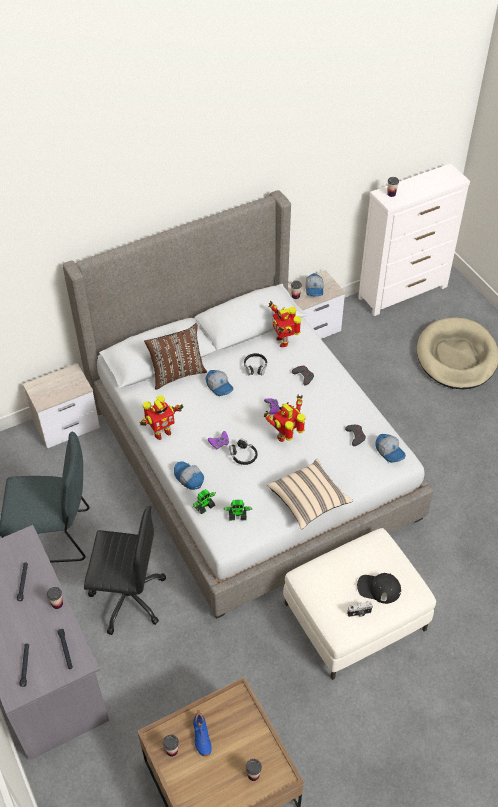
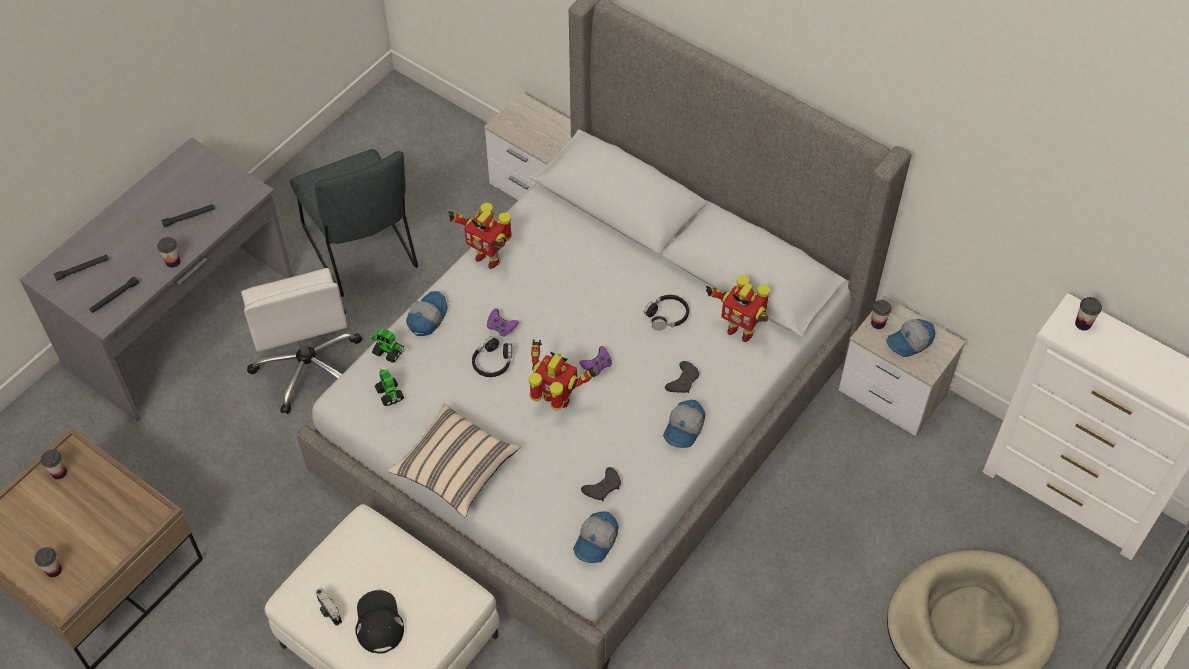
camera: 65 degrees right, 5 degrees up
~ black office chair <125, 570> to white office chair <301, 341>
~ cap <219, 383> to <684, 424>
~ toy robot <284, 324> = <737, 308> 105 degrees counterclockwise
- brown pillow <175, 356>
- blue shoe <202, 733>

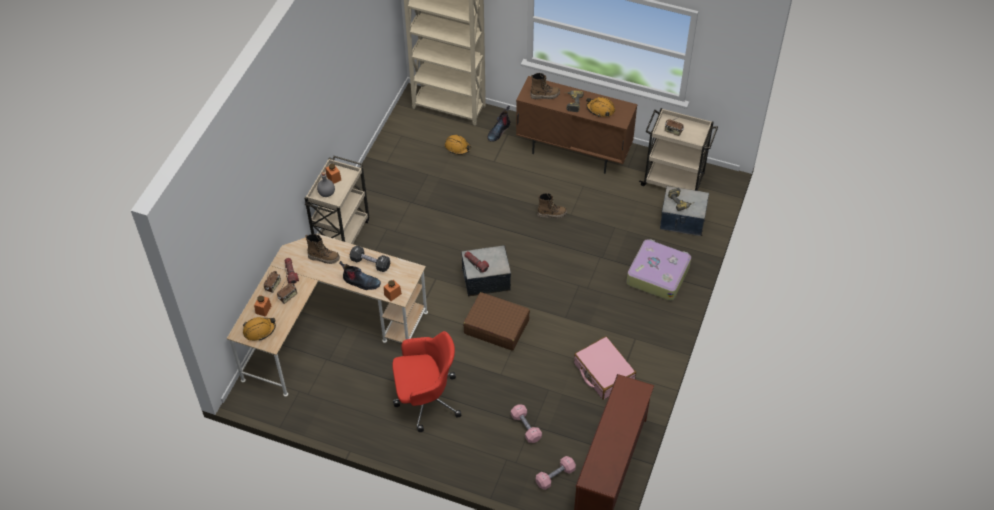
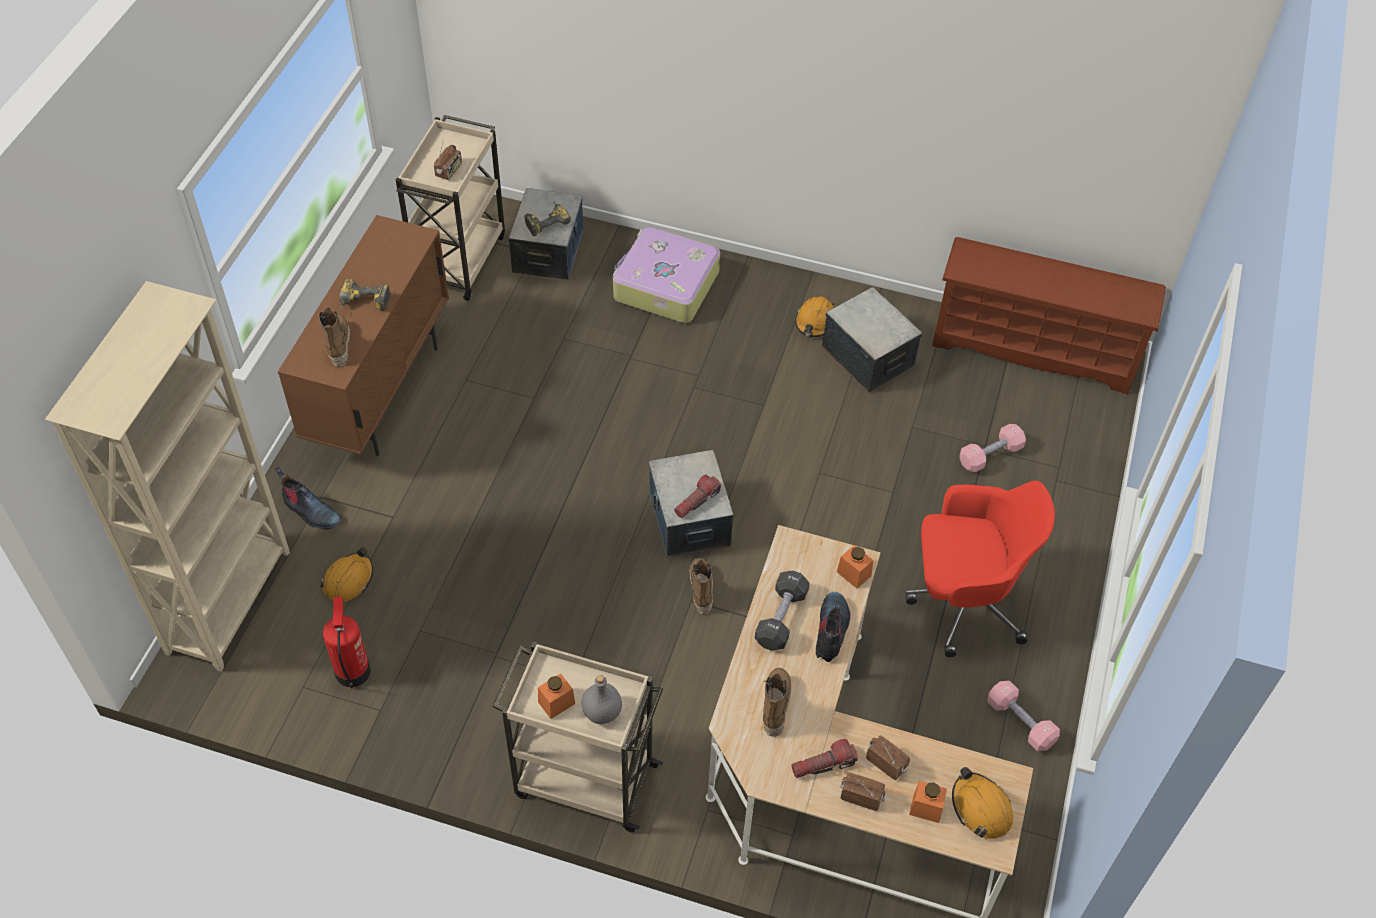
camera: 95 degrees left, 0 degrees up
+ fire extinguisher <347, 642>
~ boot <552, 205> to <701, 586>
~ orange hard hat <600, 107> to <815, 316>
~ pink suitcase <605, 368> to storage box <872, 340>
~ red office chair <426, 381> = <980, 568> 105 degrees clockwise
~ pink dumbbell <556, 473> to <1023, 716>
- brown suitcase <496, 321>

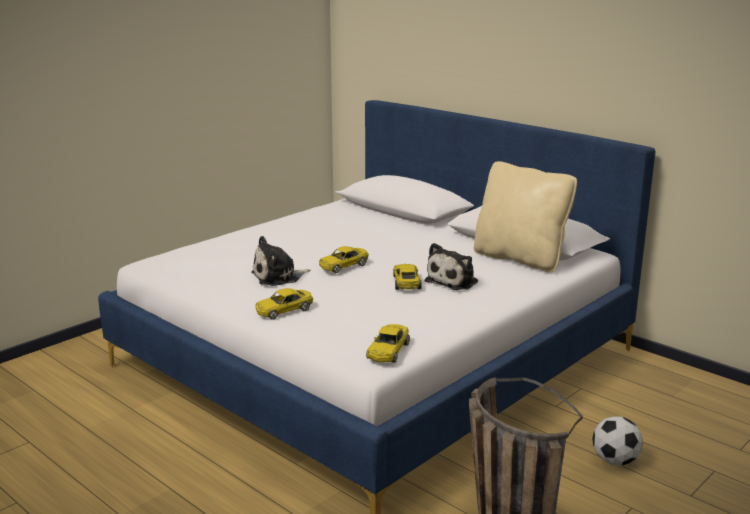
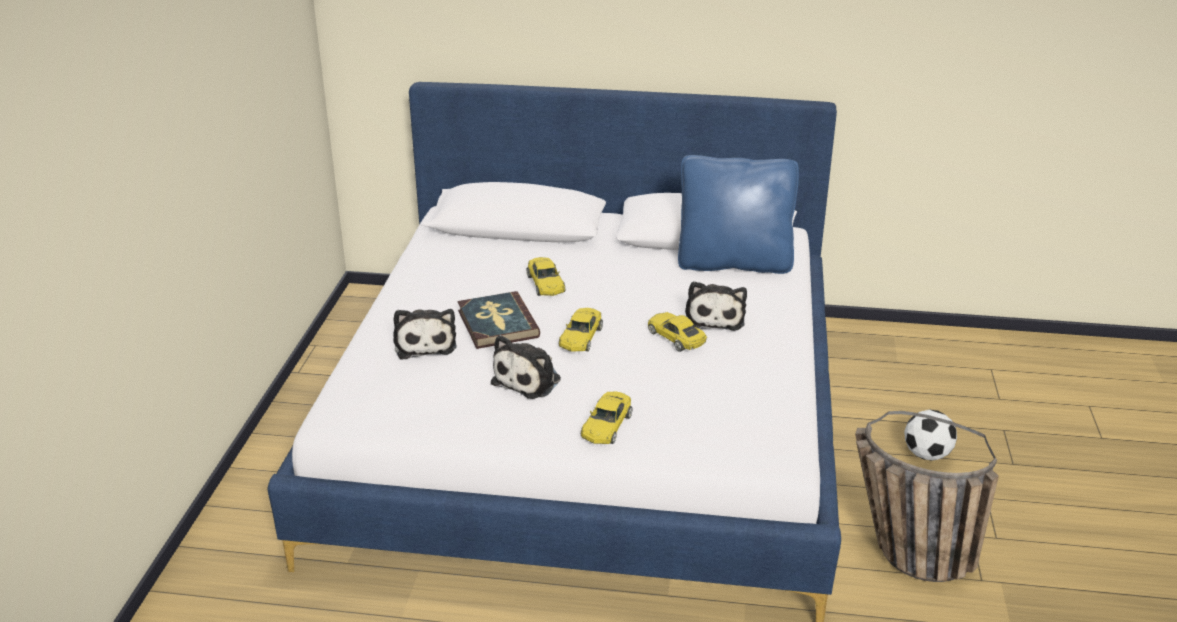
camera: 35 degrees left, 10 degrees up
+ plush toy <425, 334>
+ book <499, 320>
~ yellow toy car <388, 343> to <546, 276>
~ beige pillow <525, 216> to blue pillow <738, 214>

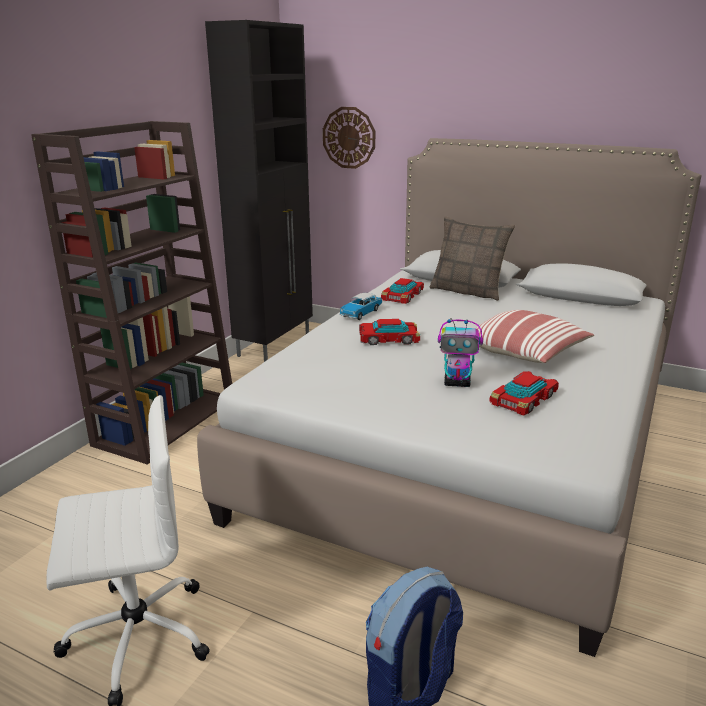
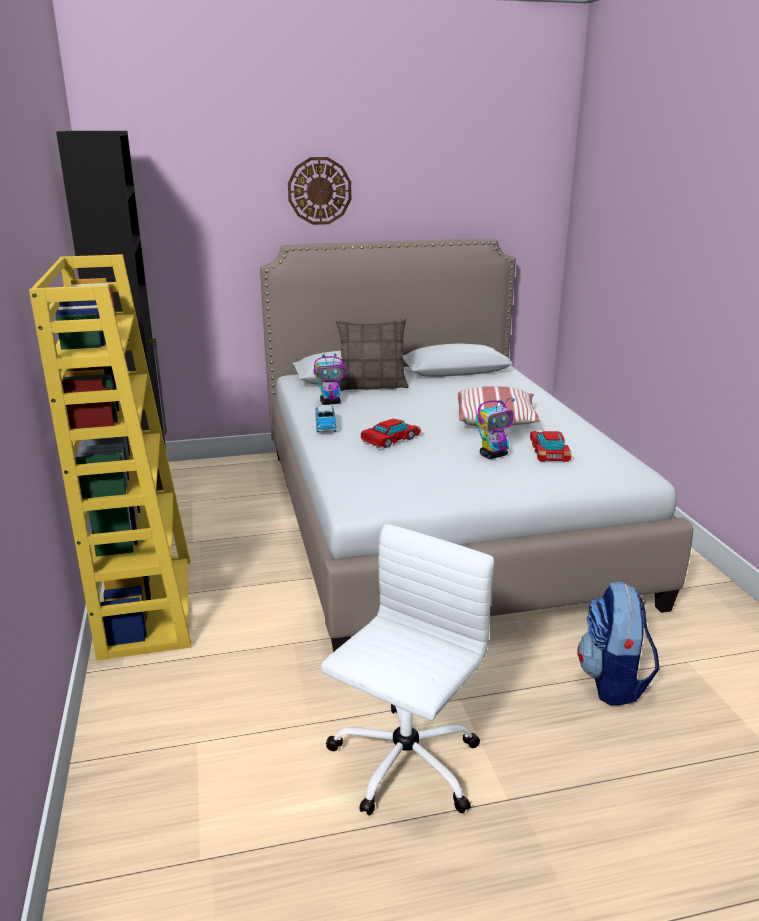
camera: 40 degrees left, 0 degrees up
~ brown bookcase <131, 293> to yellow bookcase <110, 457>
~ wall clock <349, 138> to <320, 191>
~ toy car <402, 291> to toy robot <330, 379>

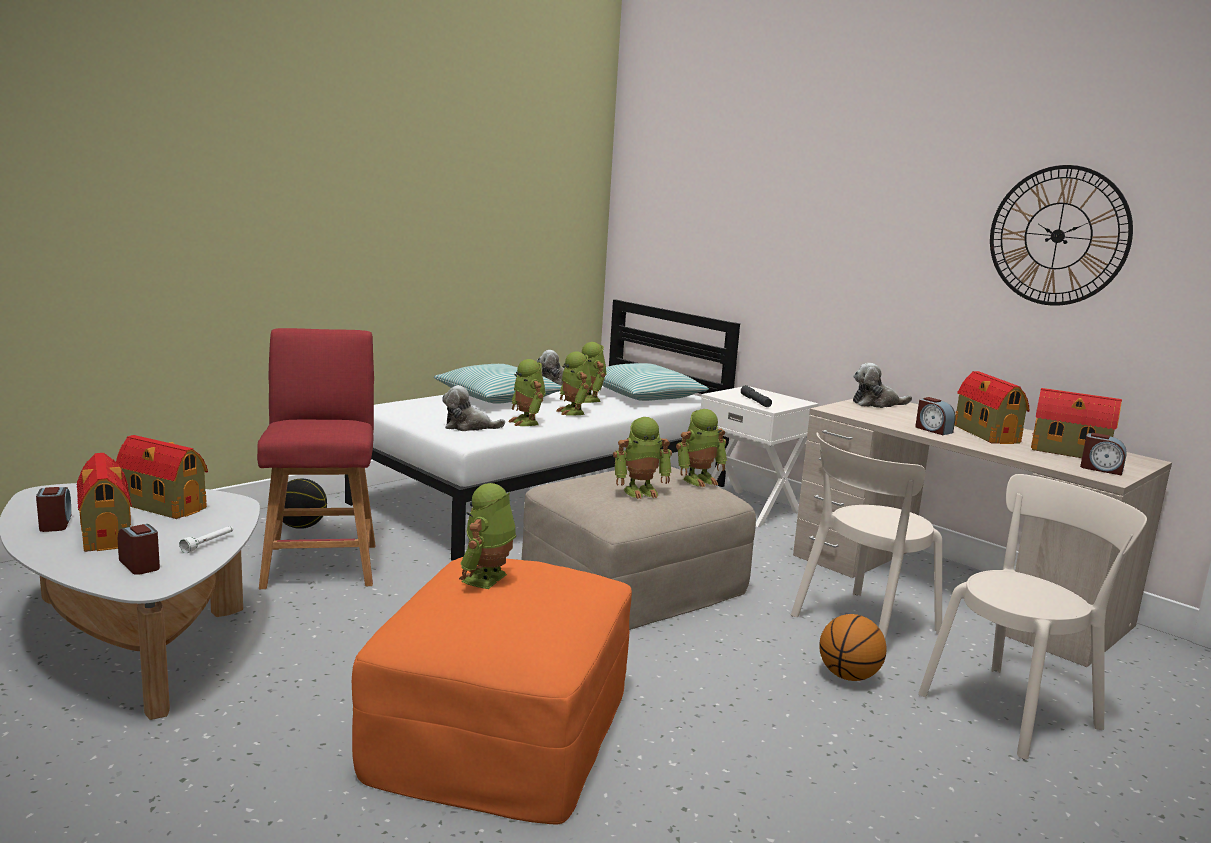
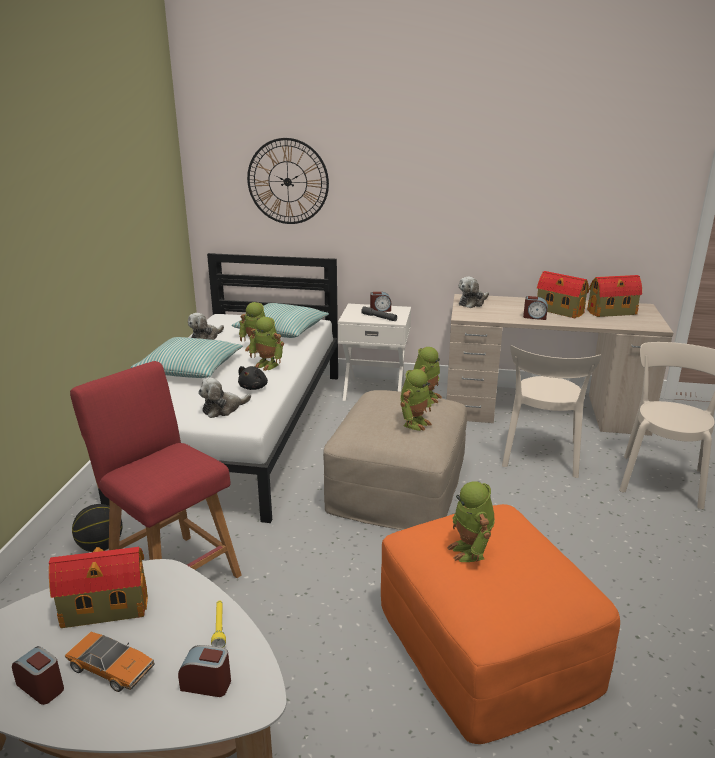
camera: 35 degrees left, 10 degrees up
~ toy house <104, 502> to toy car <110, 662>
~ white flashlight <206, 539> to yellow flashlight <218, 624>
~ toy robot <526, 392> to black plush toy <253, 378>
~ wall clock <1061, 235> to <288, 181>
~ alarm clock <1103, 454> to <380, 302>
- basketball <853, 647>

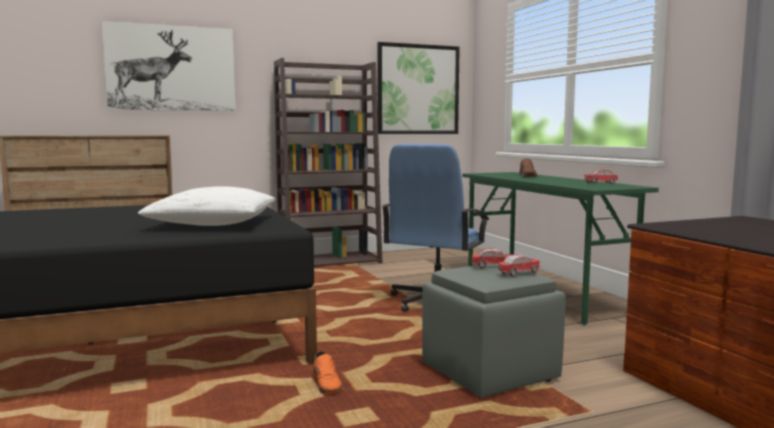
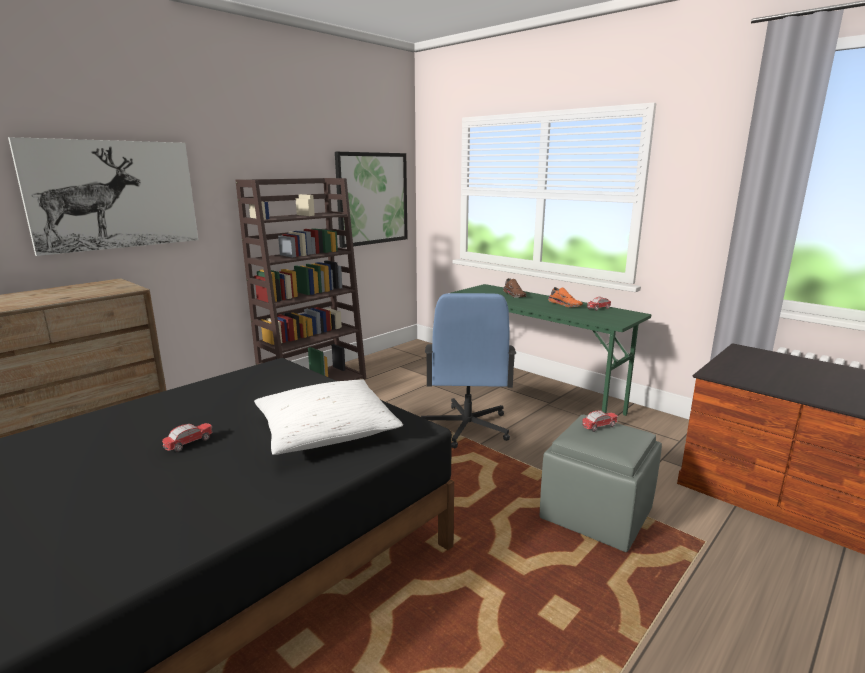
camera: 25 degrees left, 10 degrees up
~ toy car <519, 265> to <187, 437>
~ orange shoe <328, 372> to <565, 297>

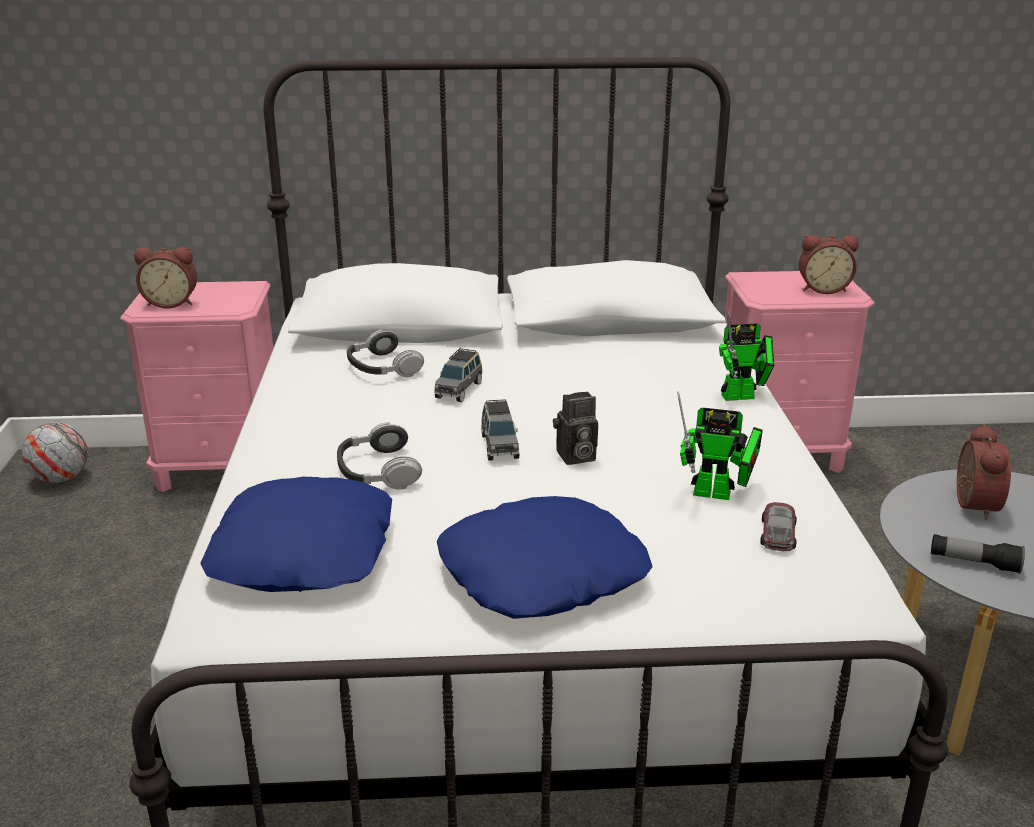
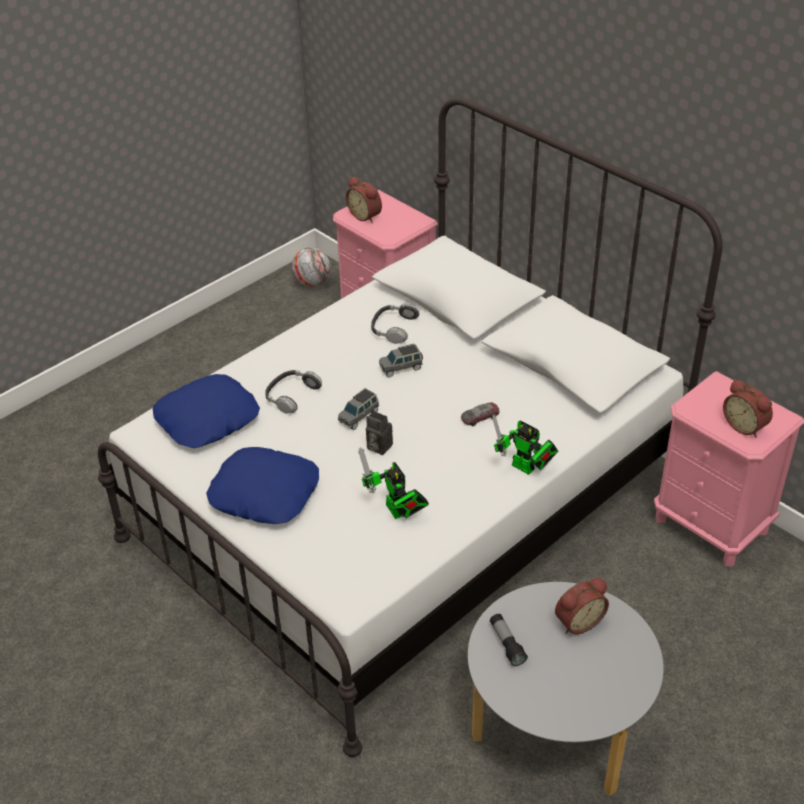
camera: 50 degrees right, 15 degrees up
~ toy car <778, 526> to <480, 414>

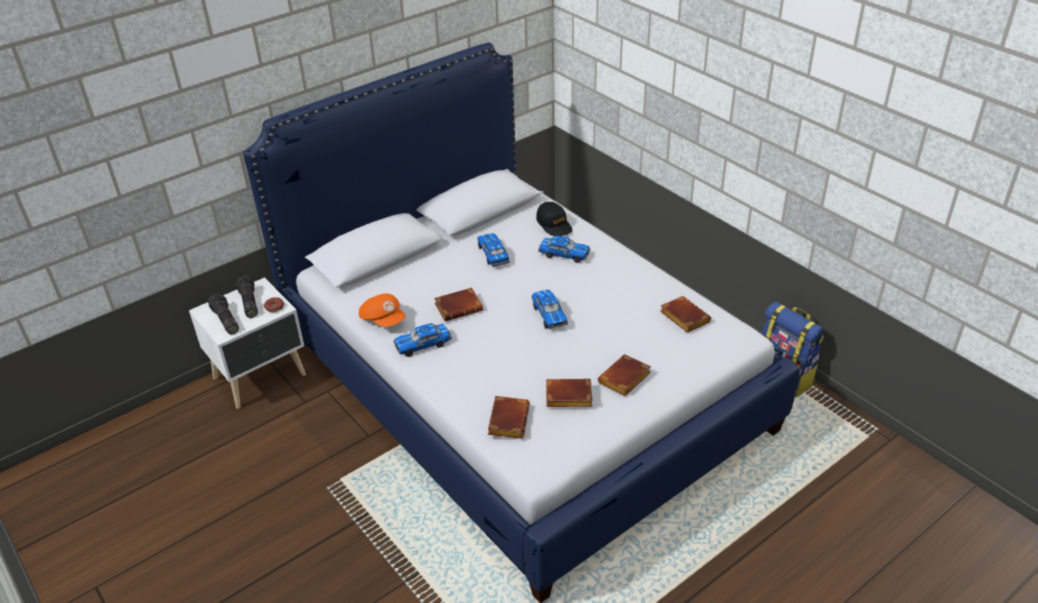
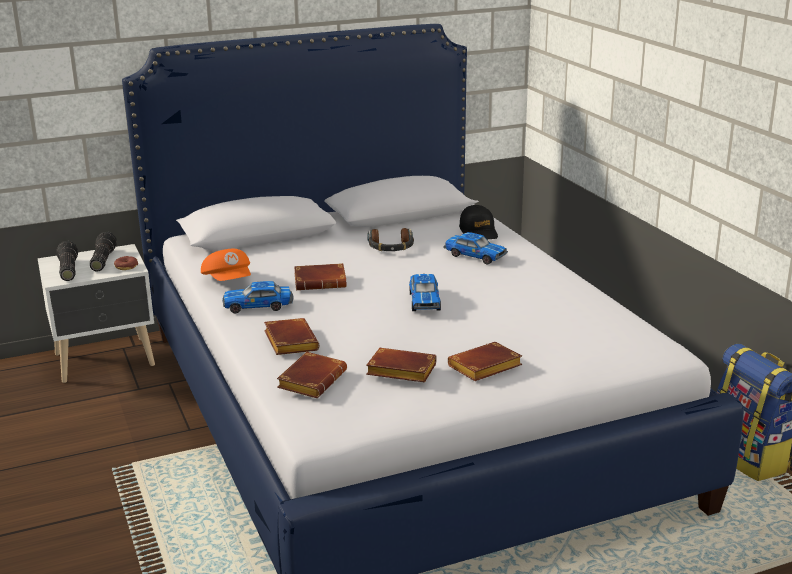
camera: 15 degrees right, 15 degrees down
~ brown book <685, 314> to <291, 336>
~ toy car <493, 250> to headphones <390, 239>

